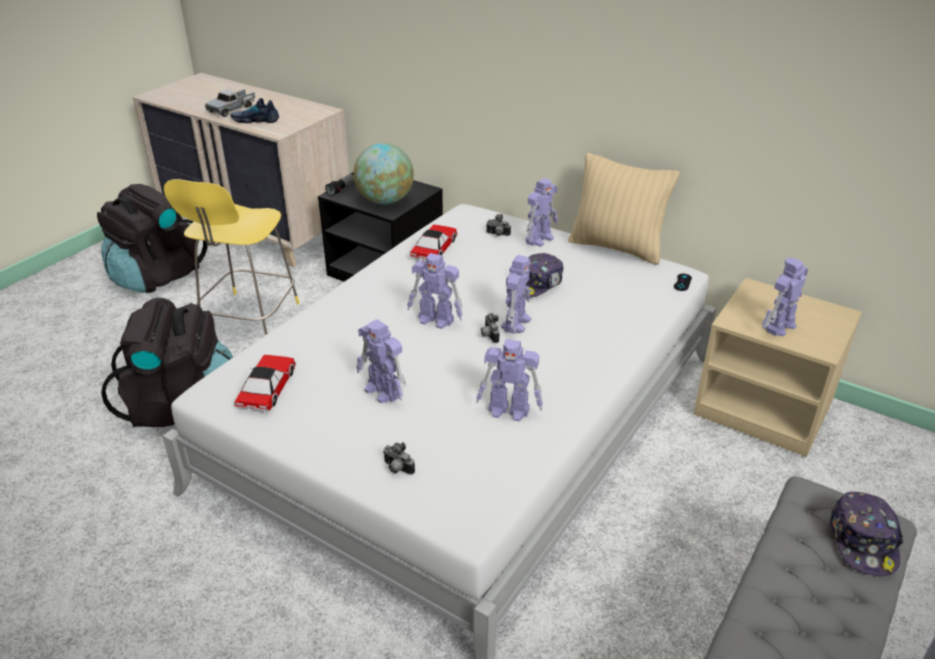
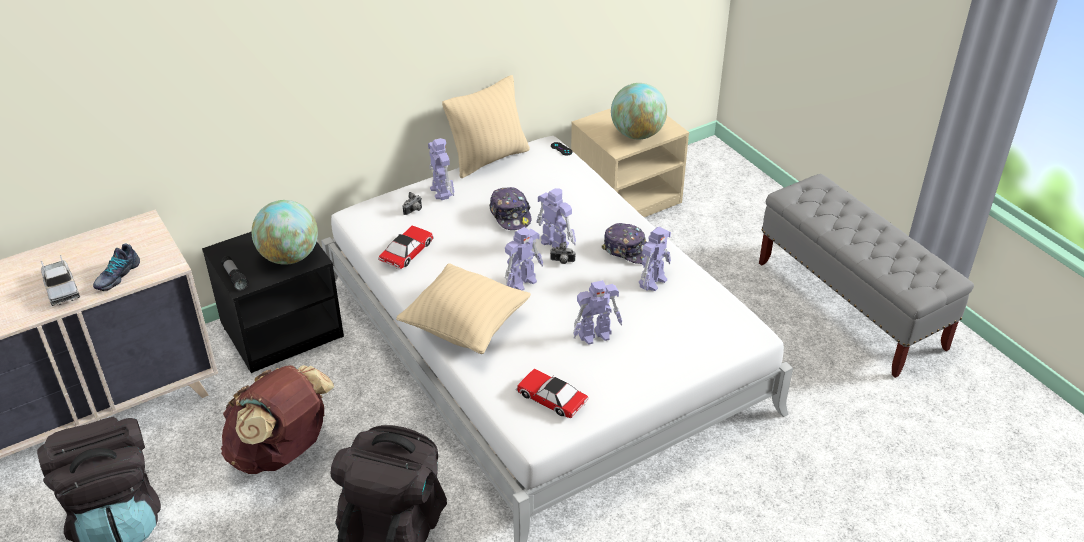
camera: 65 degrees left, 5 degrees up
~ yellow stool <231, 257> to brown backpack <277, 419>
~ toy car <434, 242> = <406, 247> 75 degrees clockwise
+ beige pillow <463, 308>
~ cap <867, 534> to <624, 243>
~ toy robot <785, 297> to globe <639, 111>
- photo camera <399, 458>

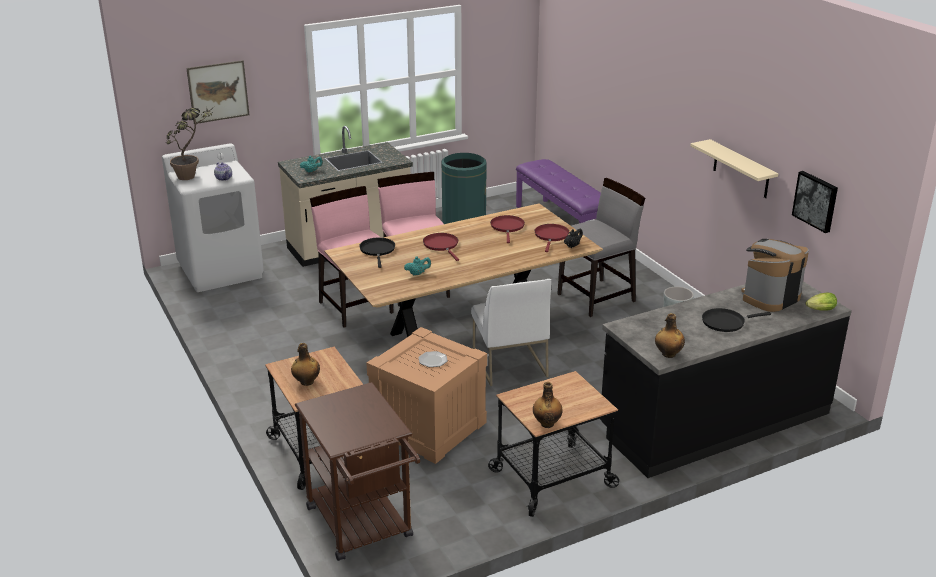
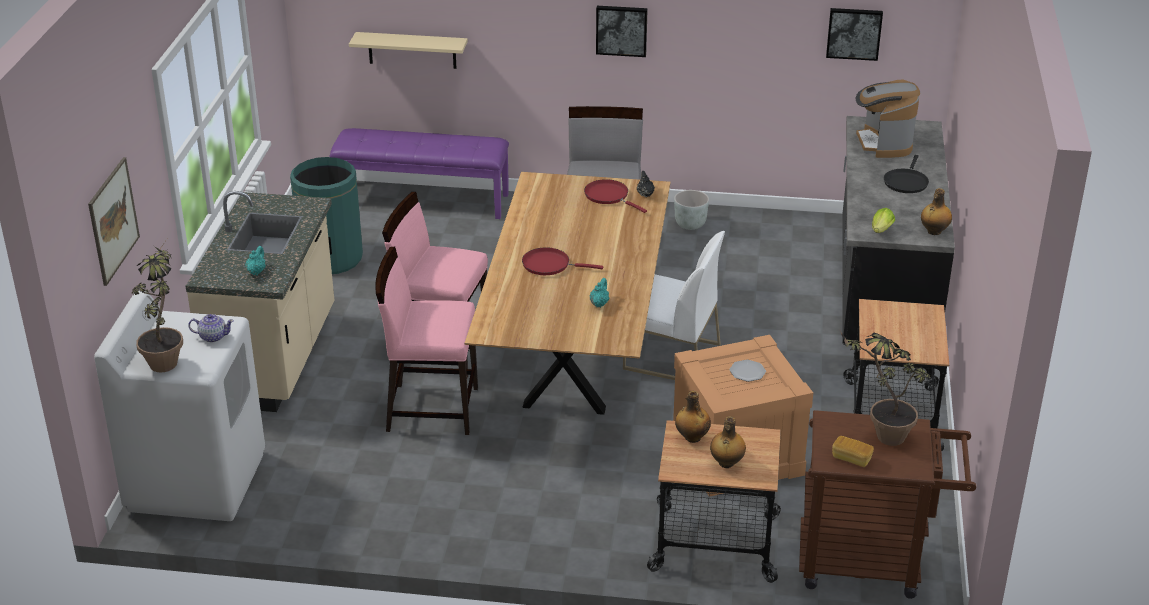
camera: 55 degrees left, 5 degrees up
~ beige shelf <734, 168> to <408, 50>
+ picture <622, 31>
~ bottle <548, 405> to <693, 417>
+ bread <853, 451>
+ potted plant <885, 388>
~ lettuce <821, 302> to <883, 220>
- black frying pan <377, 253>
- red frying pan <507, 229>

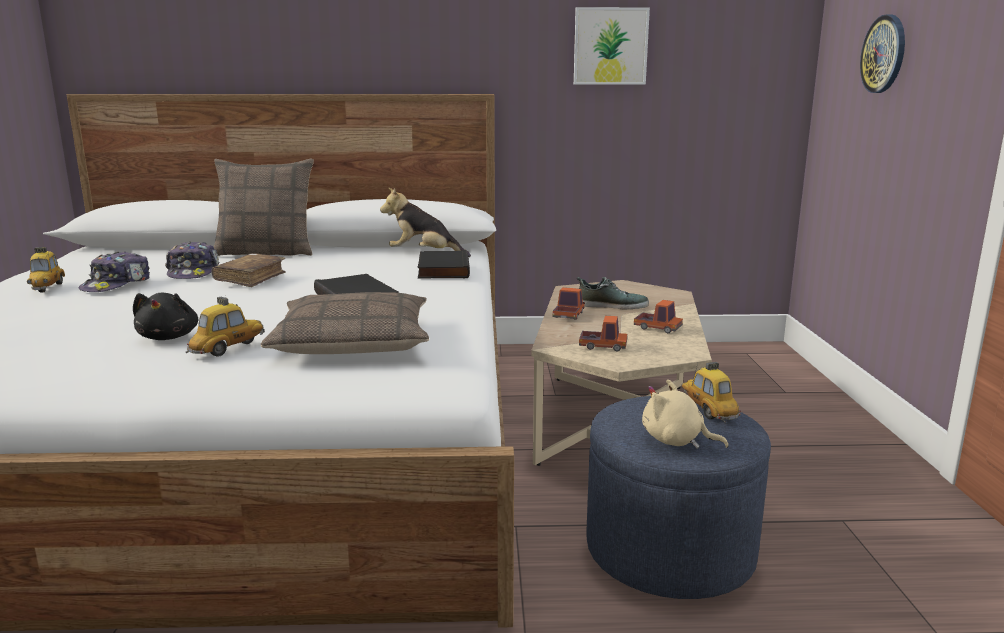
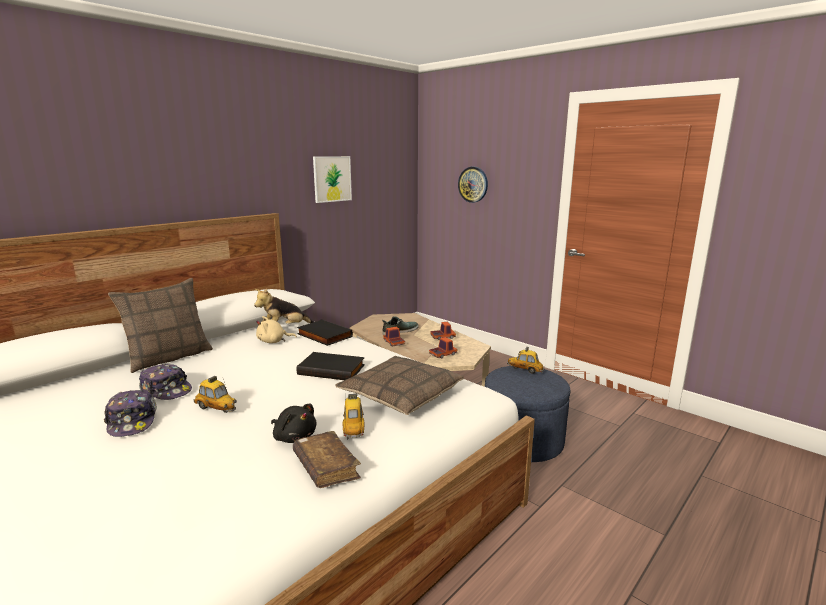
camera: 45 degrees left, 0 degrees up
~ toy car <46, 270> to <215, 394>
~ beige plush toy <685, 414> to <276, 329>
~ brown book <249, 270> to <327, 459>

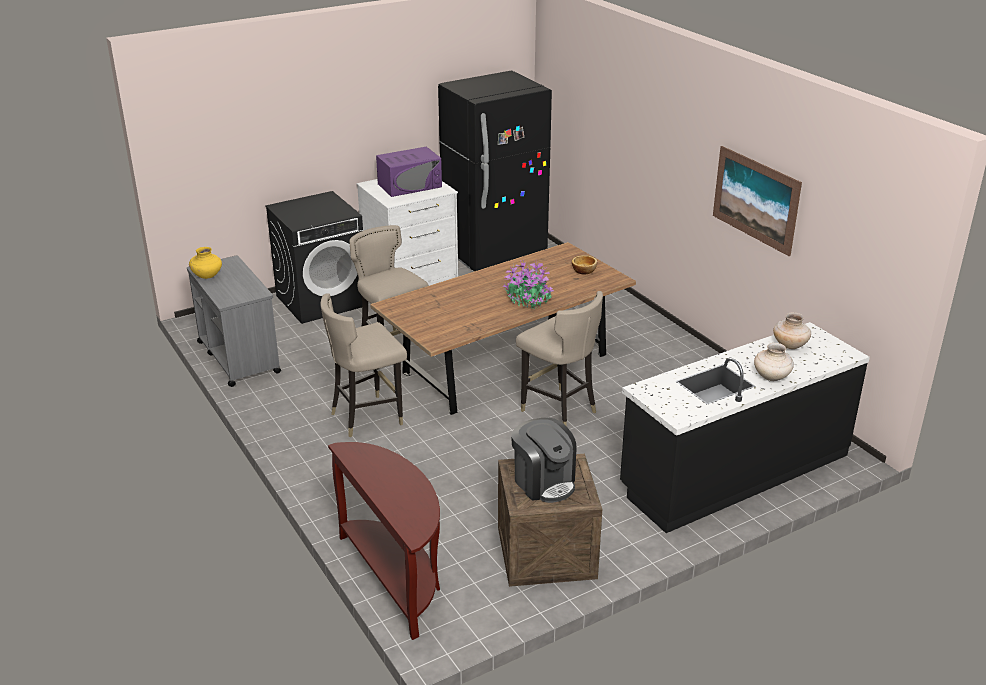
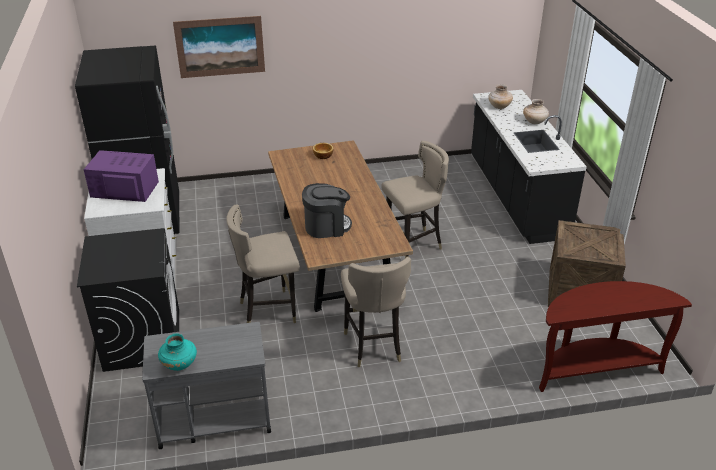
camera: 70 degrees left, 5 degrees up
~ purple microwave <409, 171> = <121, 176> 75 degrees counterclockwise
~ yellow vase <205, 263> to turquoise vase <177, 352>
~ picture <757, 201> to <219, 47>
~ coffee machine <544, 460> to <327, 210>
- potted plant <528, 285>

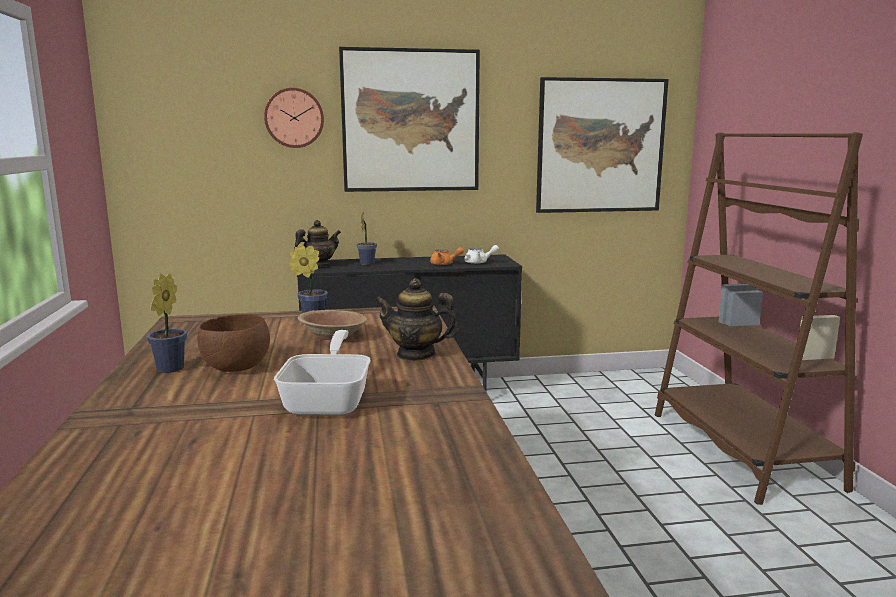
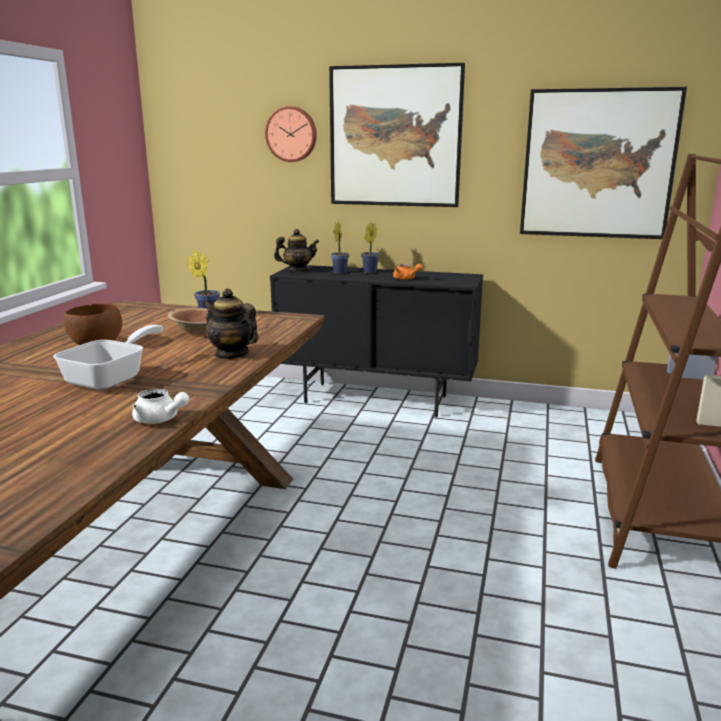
camera: 25 degrees right, 5 degrees up
~ white teapot <481, 254> to <160, 406>
~ potted plant <167, 323> to <370, 247>

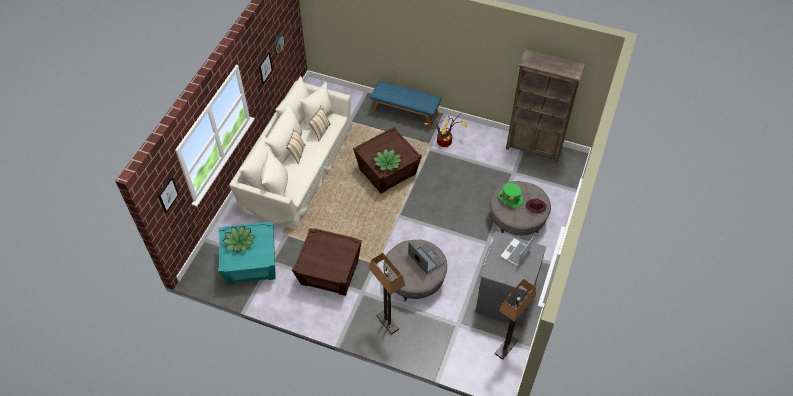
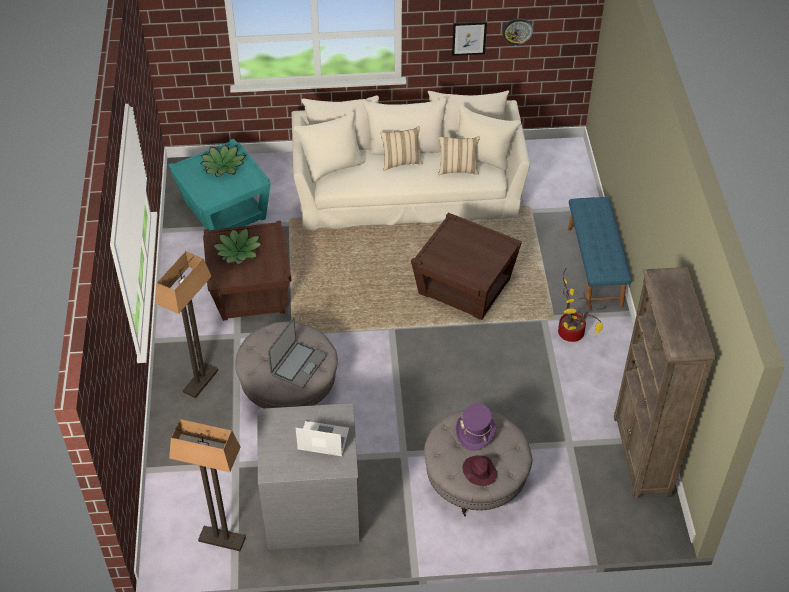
camera: 65 degrees right, 5 degrees down
~ potted plant <387, 159> to <237, 246>
~ green hat <510, 195> to purple hat <476, 427>
- picture <168, 195>

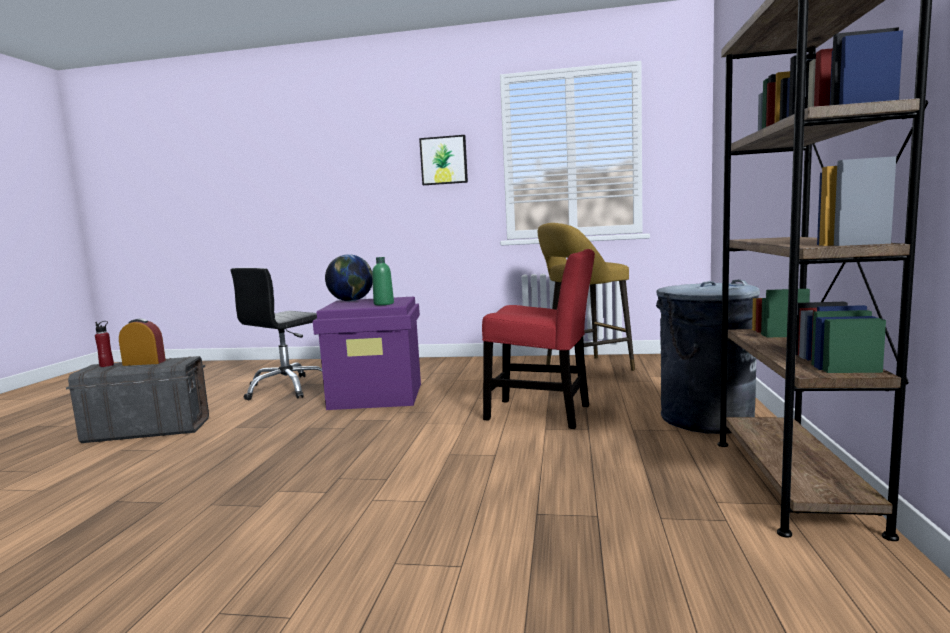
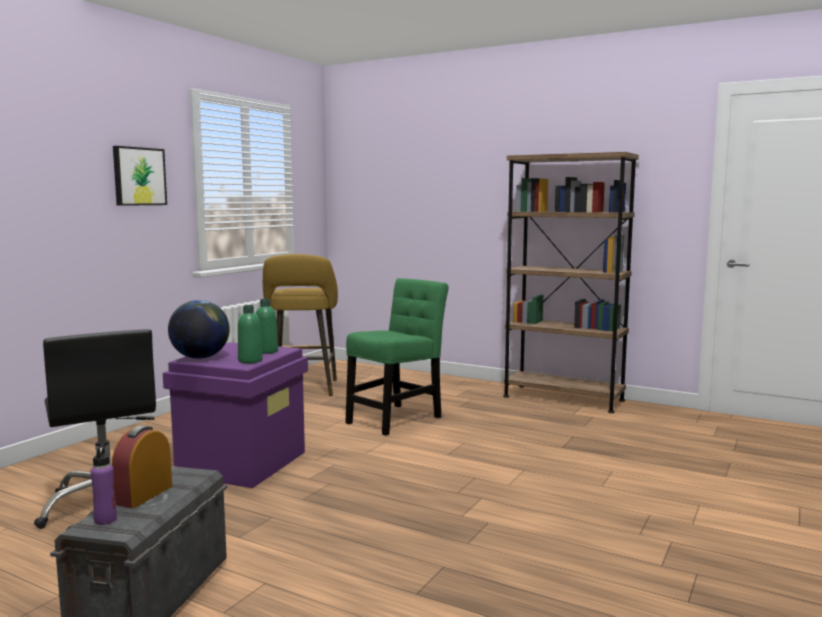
camera: 70 degrees left, 0 degrees up
~ red bottle <104, 344> to purple bottle <104, 484>
+ green bottle <250, 334>
~ red chair <538, 339> to green chair <396, 356>
- grey trash can <708, 357>

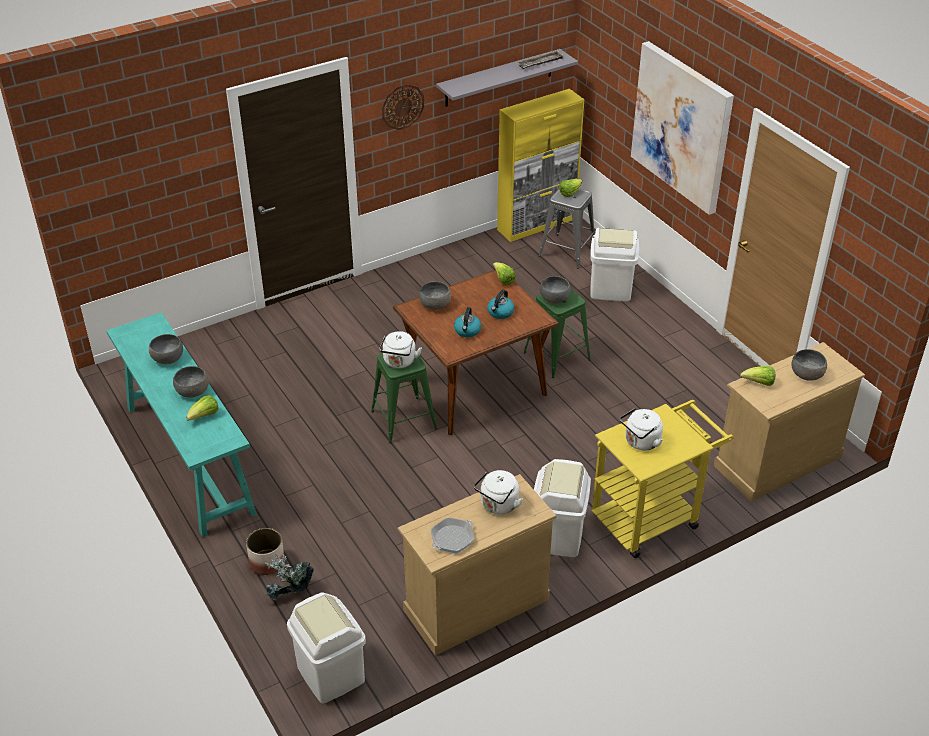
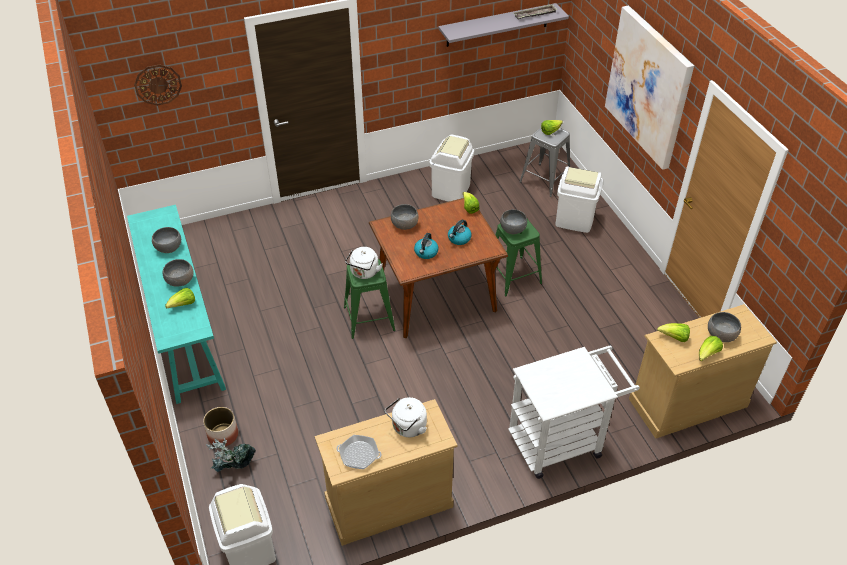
camera: 10 degrees right, 5 degrees up
~ wall clock <403, 107> to <158, 85>
~ frying pan <453, 535> = <359, 452> 45 degrees clockwise
~ white trash can <562, 508> to <452, 168>
~ yellow cart <662, 479> to white cart <574, 412>
+ lettuce <711, 348>
- yellow cabinet <541, 165>
- white kettle <641, 429>

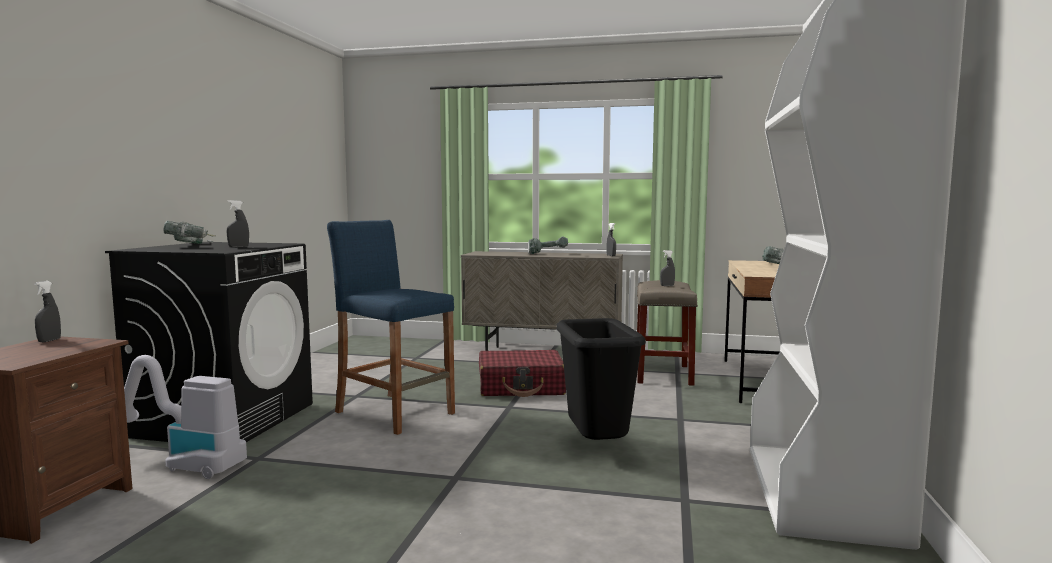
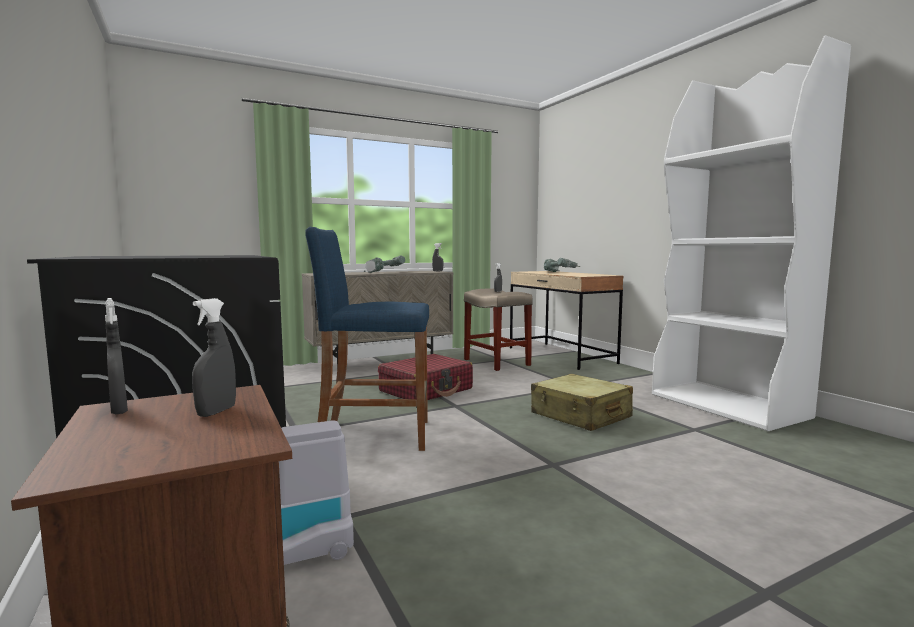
camera: 40 degrees left, 0 degrees up
~ grey spray bottle <238, 223> to <214, 357>
~ black trash can <601, 379> to beige suitcase <582, 402>
- power drill <190, 232>

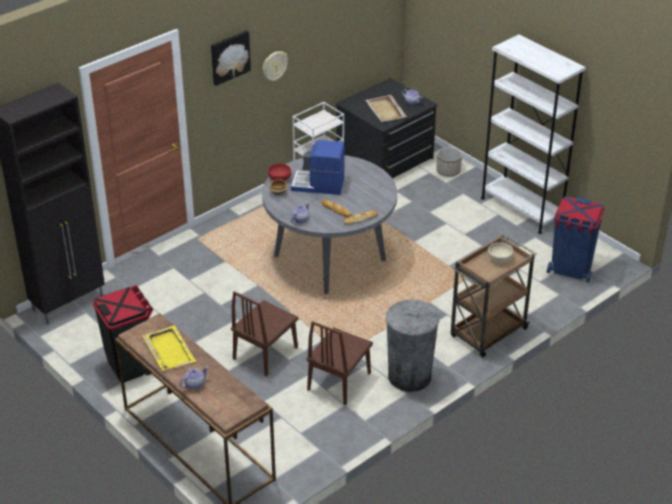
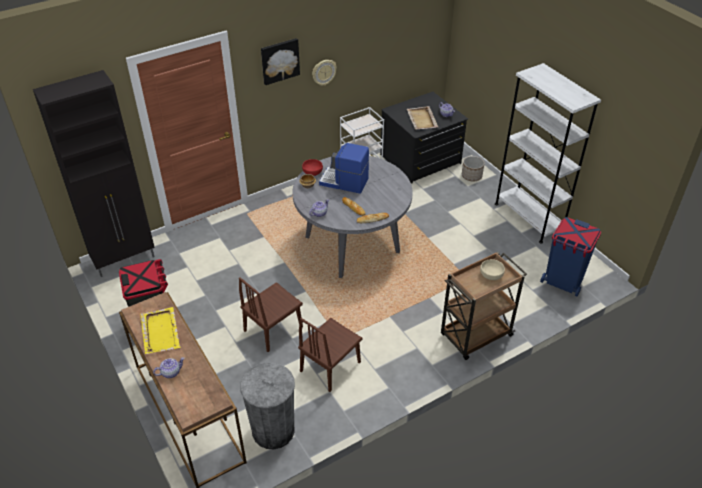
camera: 10 degrees right, 5 degrees up
~ grey trash can <412, 345> to <267, 406>

